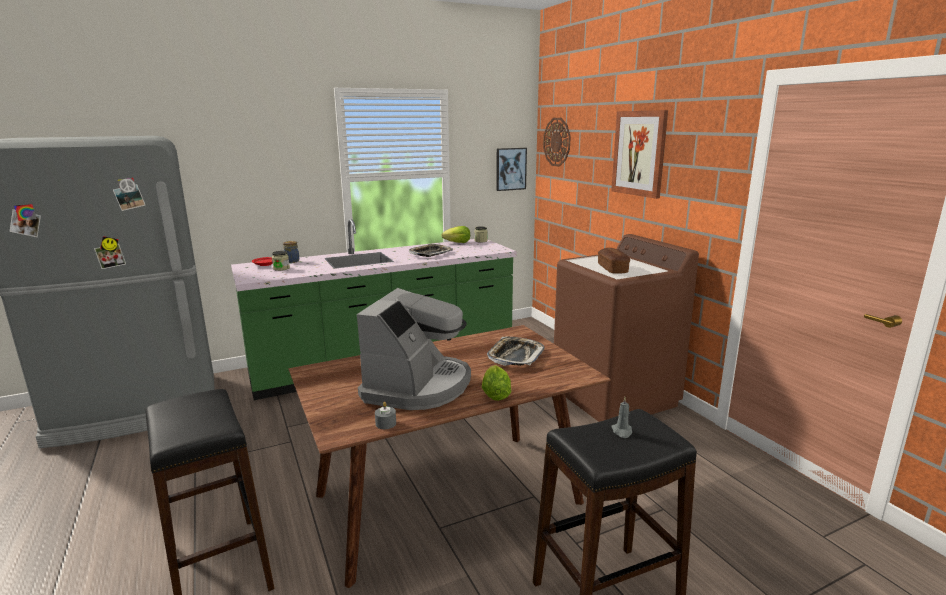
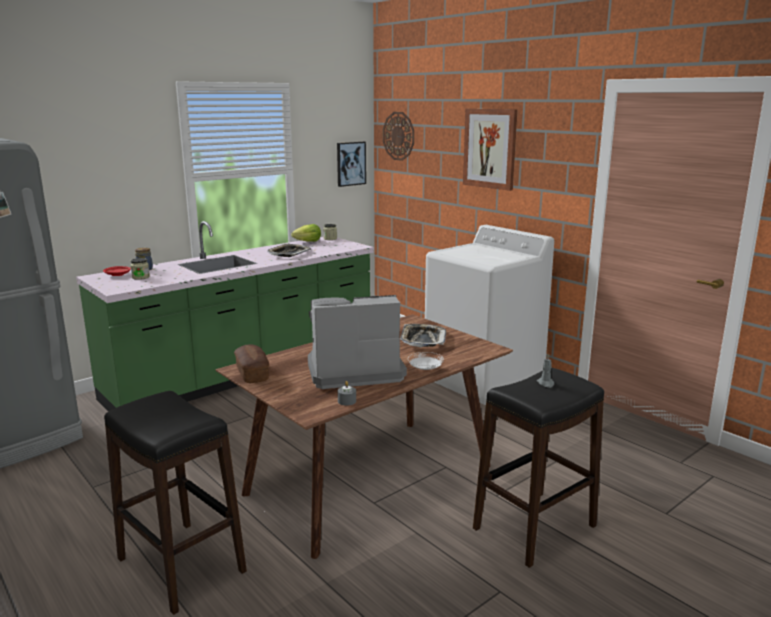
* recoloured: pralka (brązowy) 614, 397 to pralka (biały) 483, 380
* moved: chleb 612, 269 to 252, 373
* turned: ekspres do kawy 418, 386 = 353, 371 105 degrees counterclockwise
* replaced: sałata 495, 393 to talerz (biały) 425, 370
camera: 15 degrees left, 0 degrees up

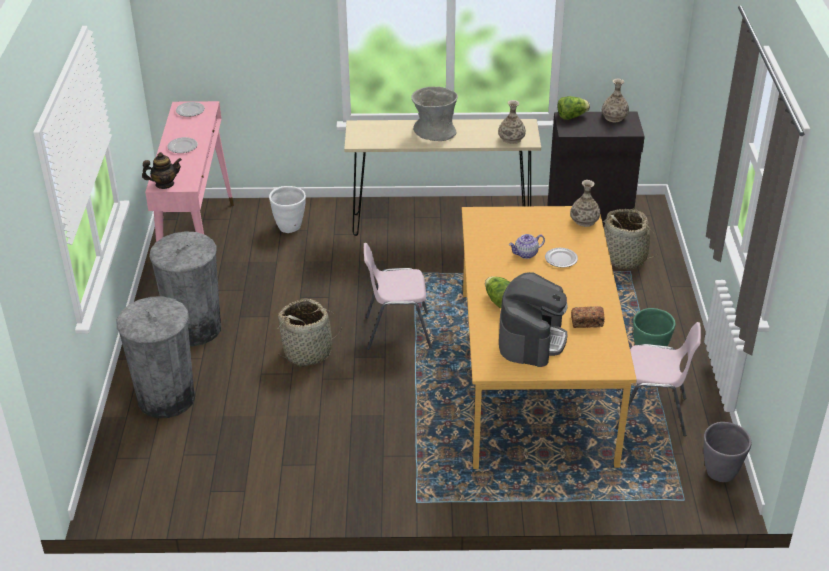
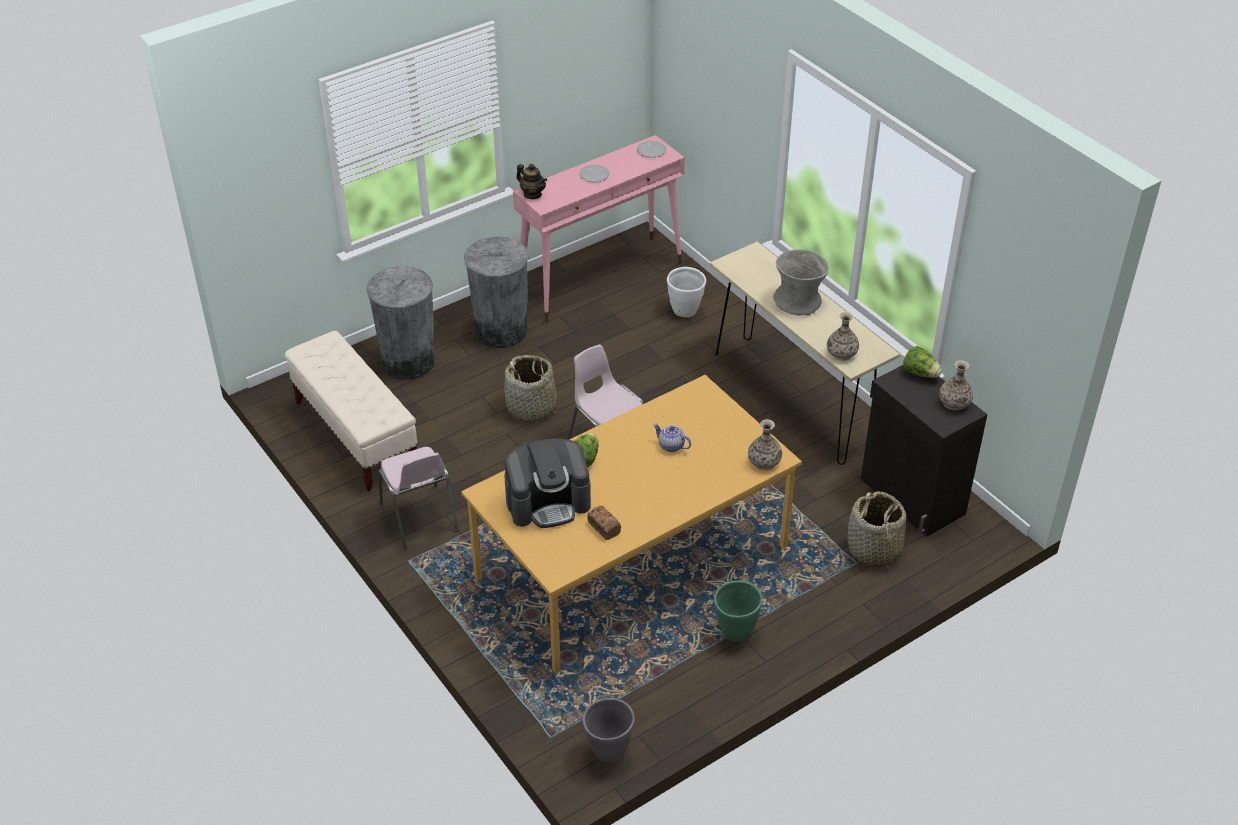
* removed: talerz 561, 259
* moved: krzesło (różowy) 652, 413 to 419, 518
* added: ławka (beżowy) 356, 435
camera: 55 degrees right, 5 degrees up

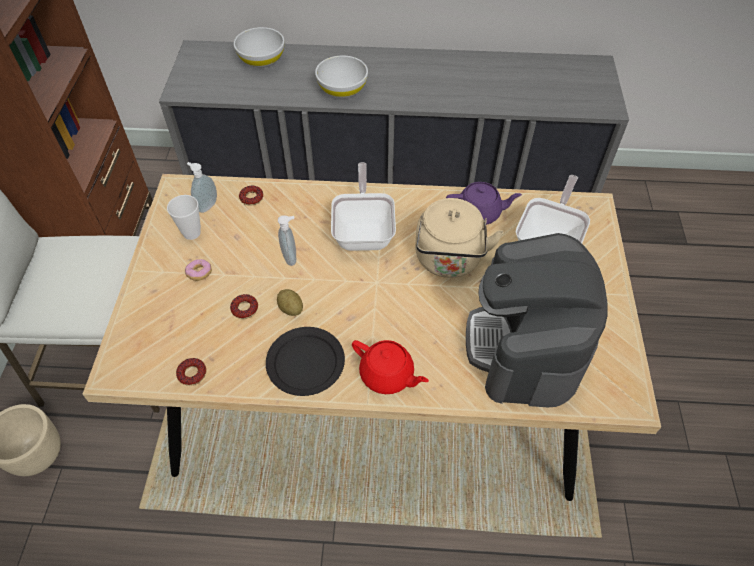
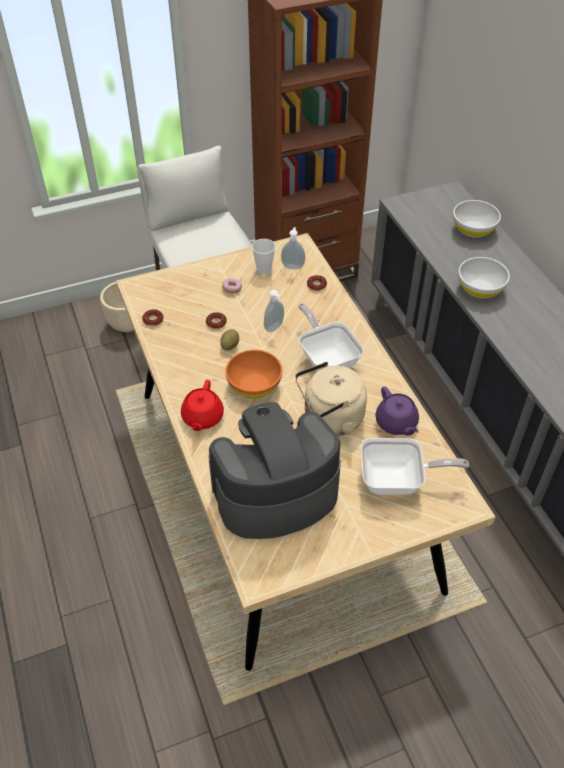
* turned: patelnia 364, 231 = 327, 358 90 degrees counterclockwise
* removed: talerz (czarny) 306, 362
* added: miska (pomarańczowy) 254, 386
camera: 65 degrees right, 5 degrees down

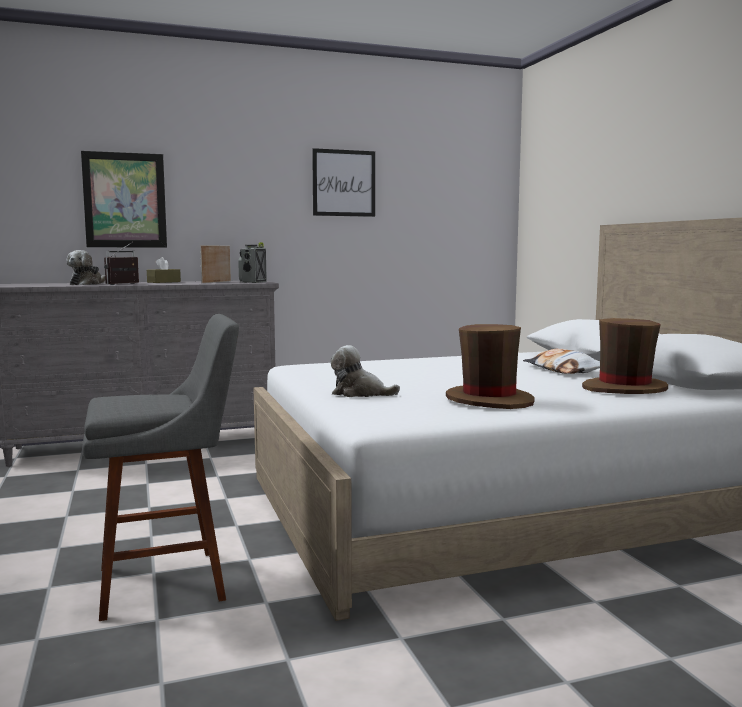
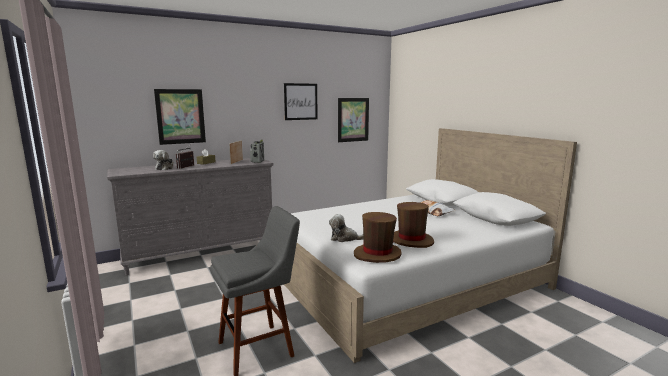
* moved: kapelusz (brązowy) 624, 389 to 377, 254
* added: obraz 353, 119
camera: 10 degrees left, 5 degrees up

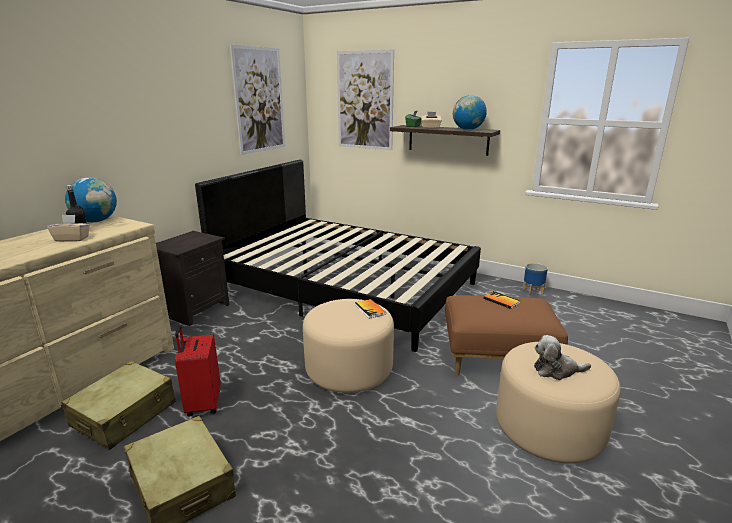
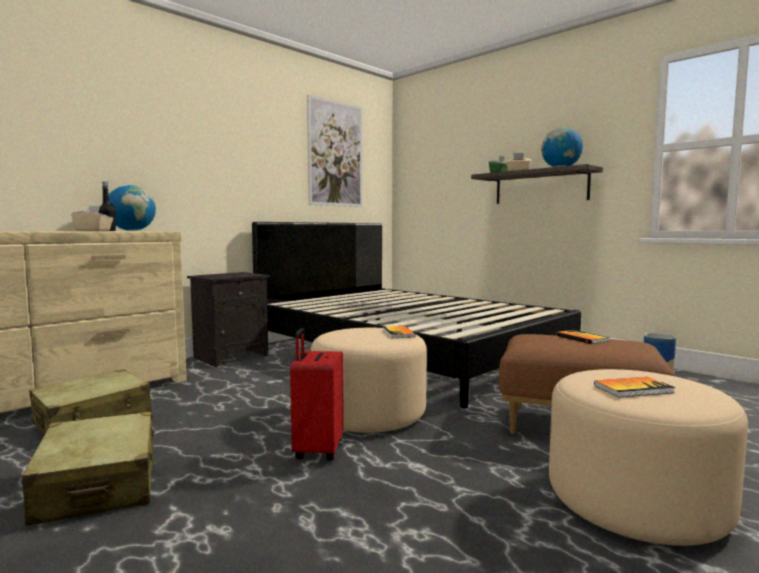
* removed: obraz 365, 101
* moved: walizka (czerwony) 202, 404 to 317, 450
* replaced: pluszak 556, 370 to książka 633, 389
camera: 15 degrees right, 15 degrees down

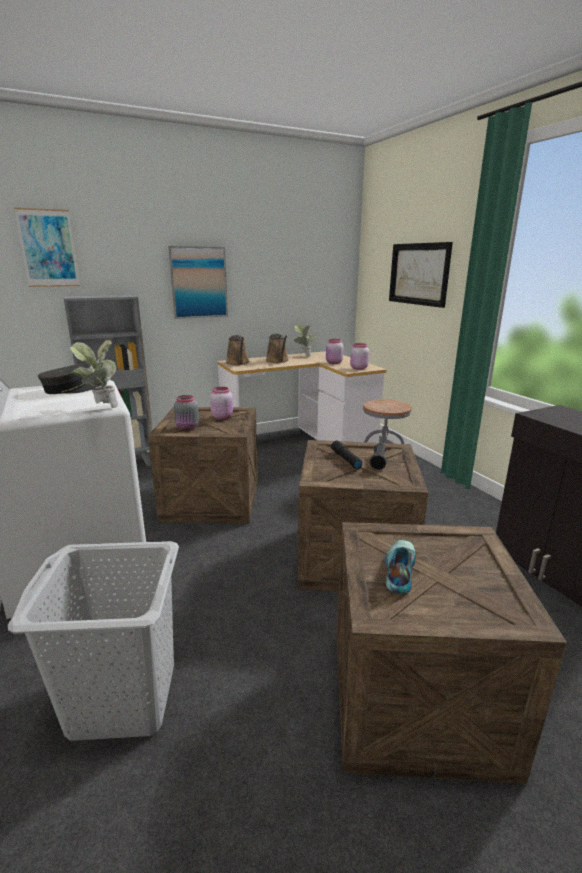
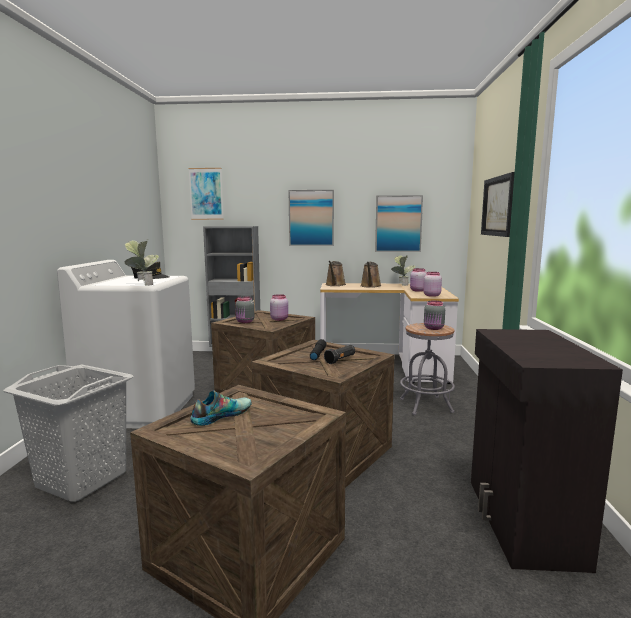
* added: obraz 398, 224
* added: słoik (szary) 434, 328
camera: 30 degrees right, 10 degrees down

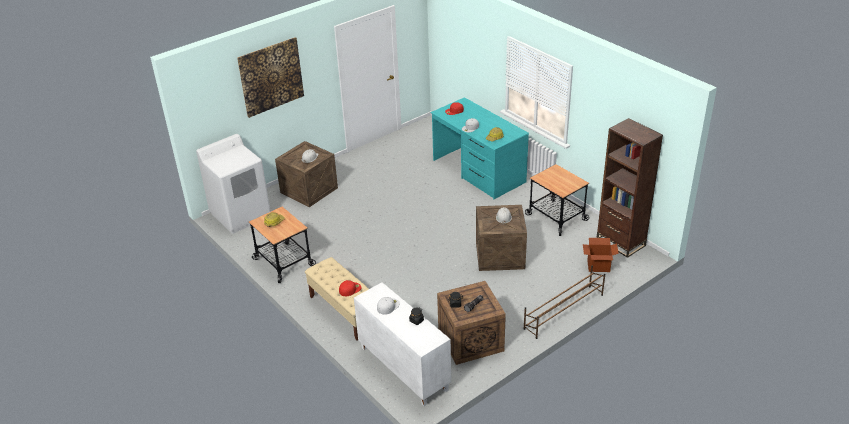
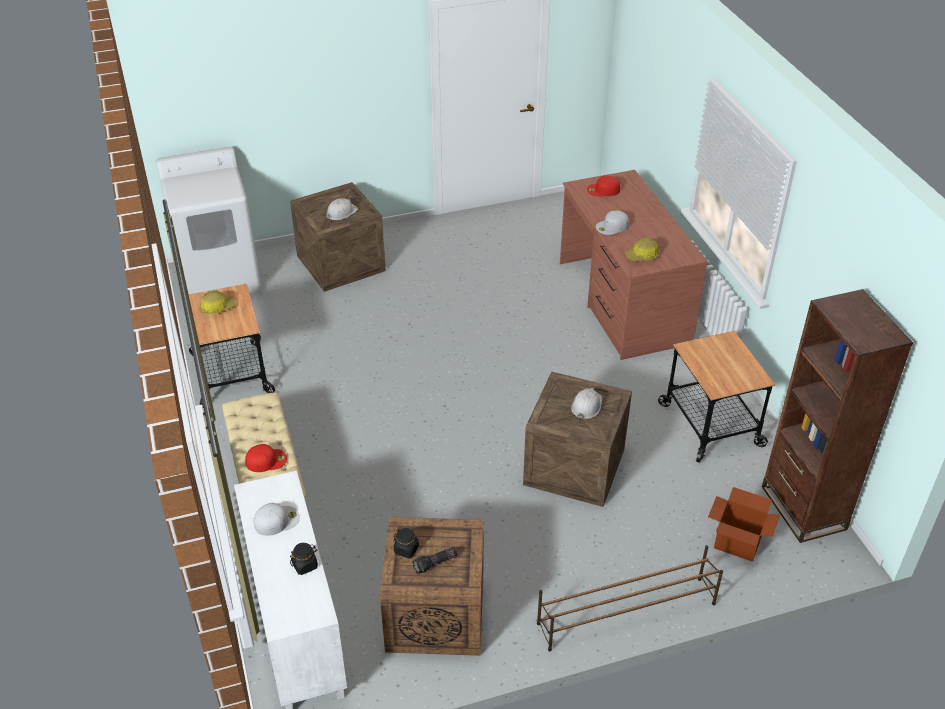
* removed: obraz 271, 77
* recoloured: biurko (turkusowy) 478, 171 to biurko (brązowy) 622, 302
camera: 20 degrees right, 5 degrees up

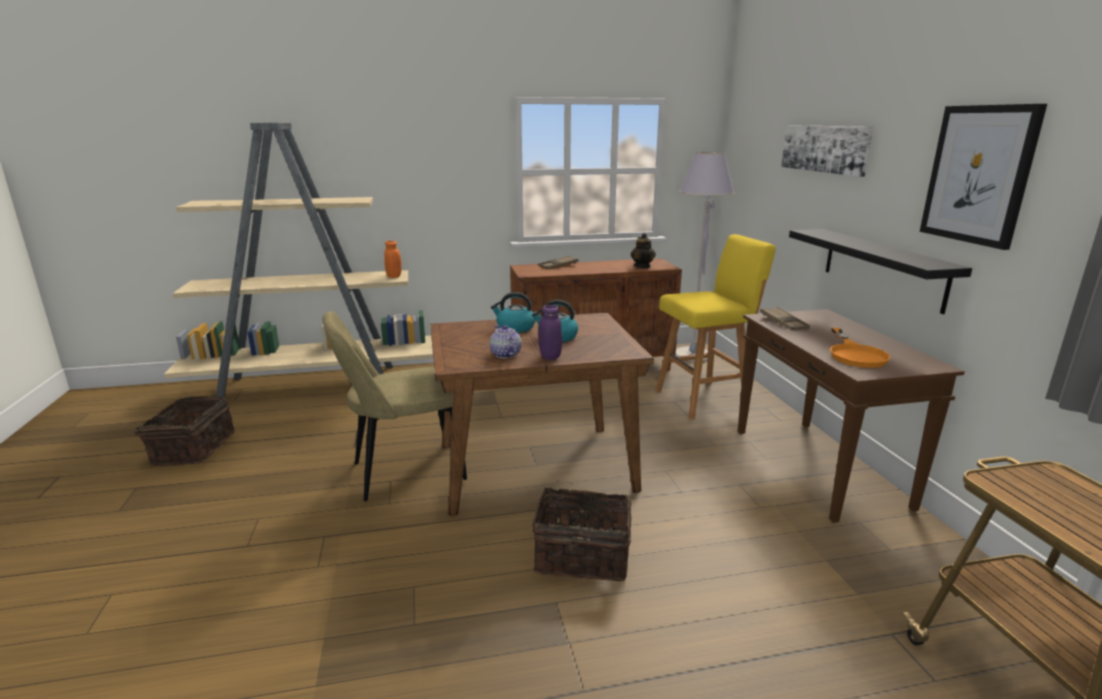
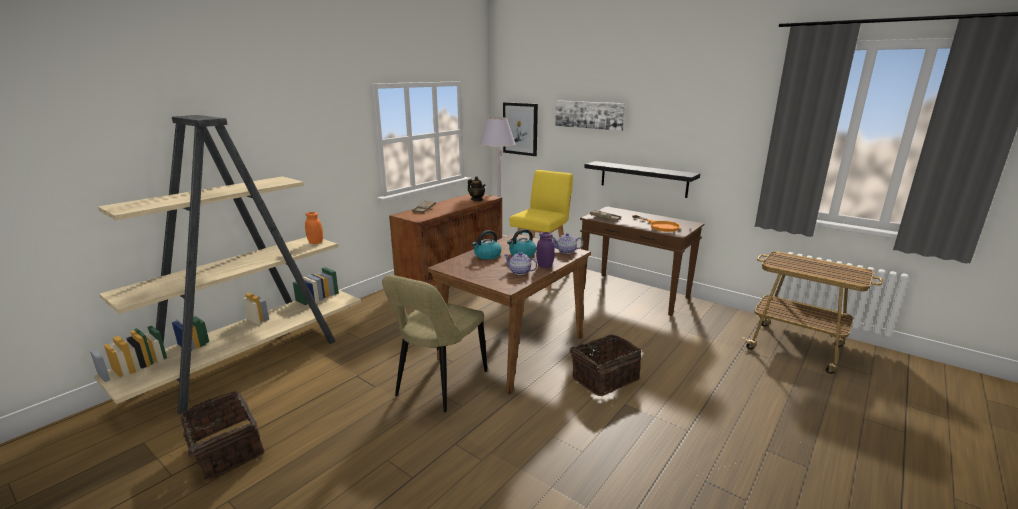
* moved: obraz 978, 174 to 520, 129
* added: imbryk 566, 251
camera: 40 degrees left, 0 degrees up

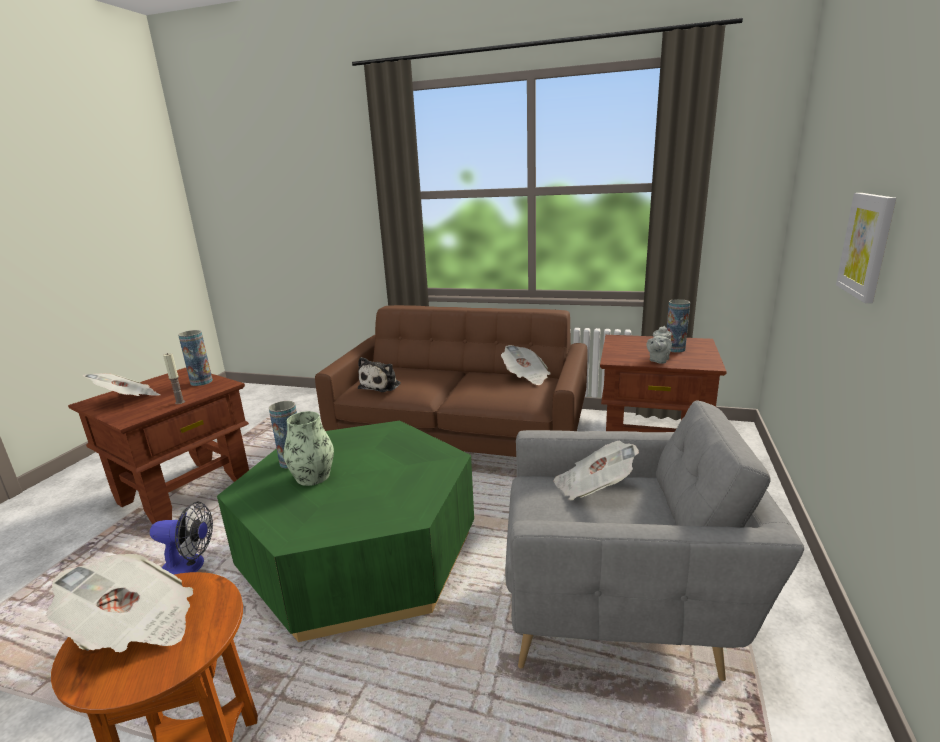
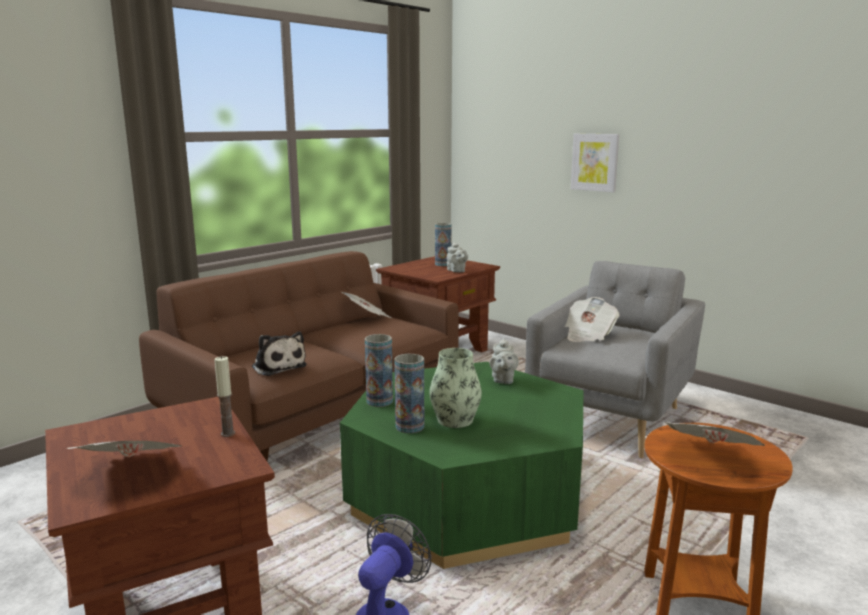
* moved: wazon 201, 382 to 379, 401
* added: imbryk (szary) 502, 380
camera: 65 degrees left, 5 degrees down

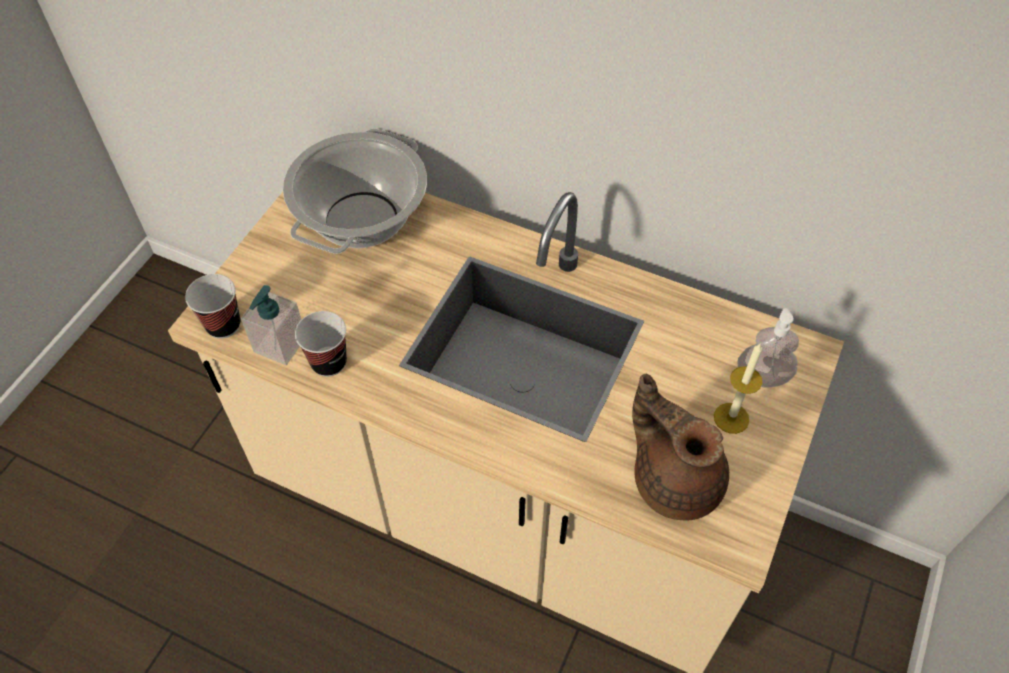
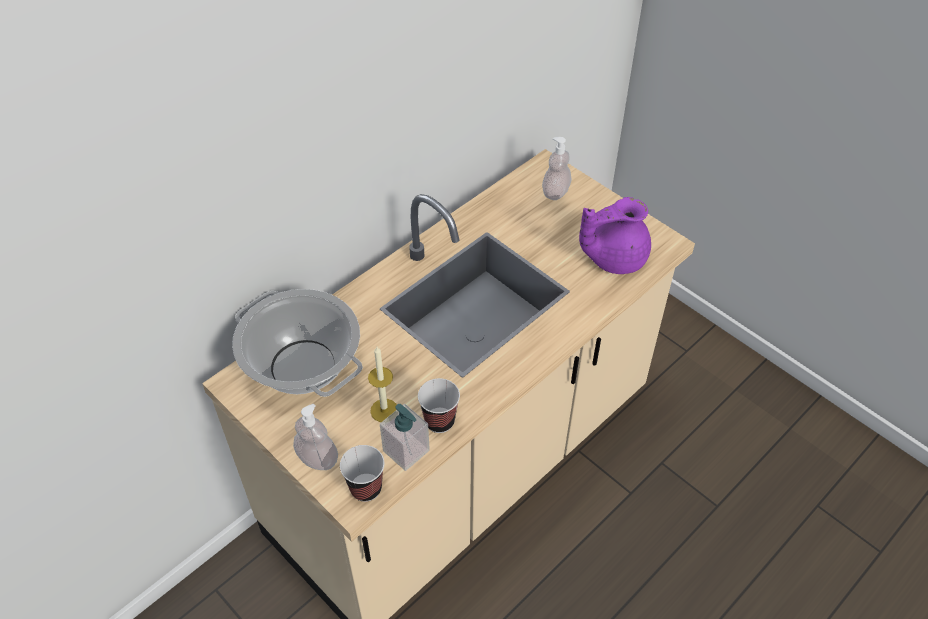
* moved: świeca 731, 418 to 384, 410
* recoloured: imbryk (brązowy) 674, 479 to imbryk (fioletowy) 613, 257
* added: dozownik mydła 317, 459
camera: 70 degrees left, 5 degrees down

